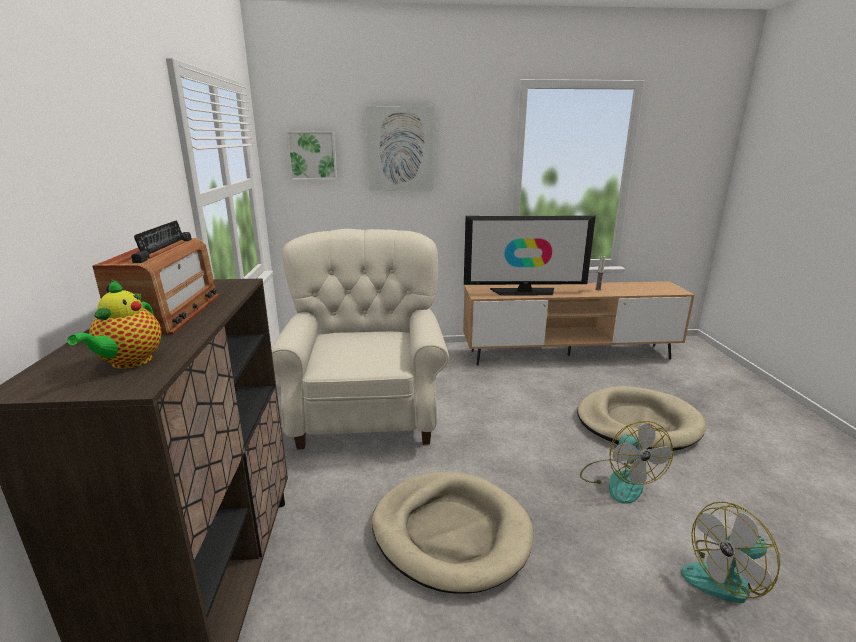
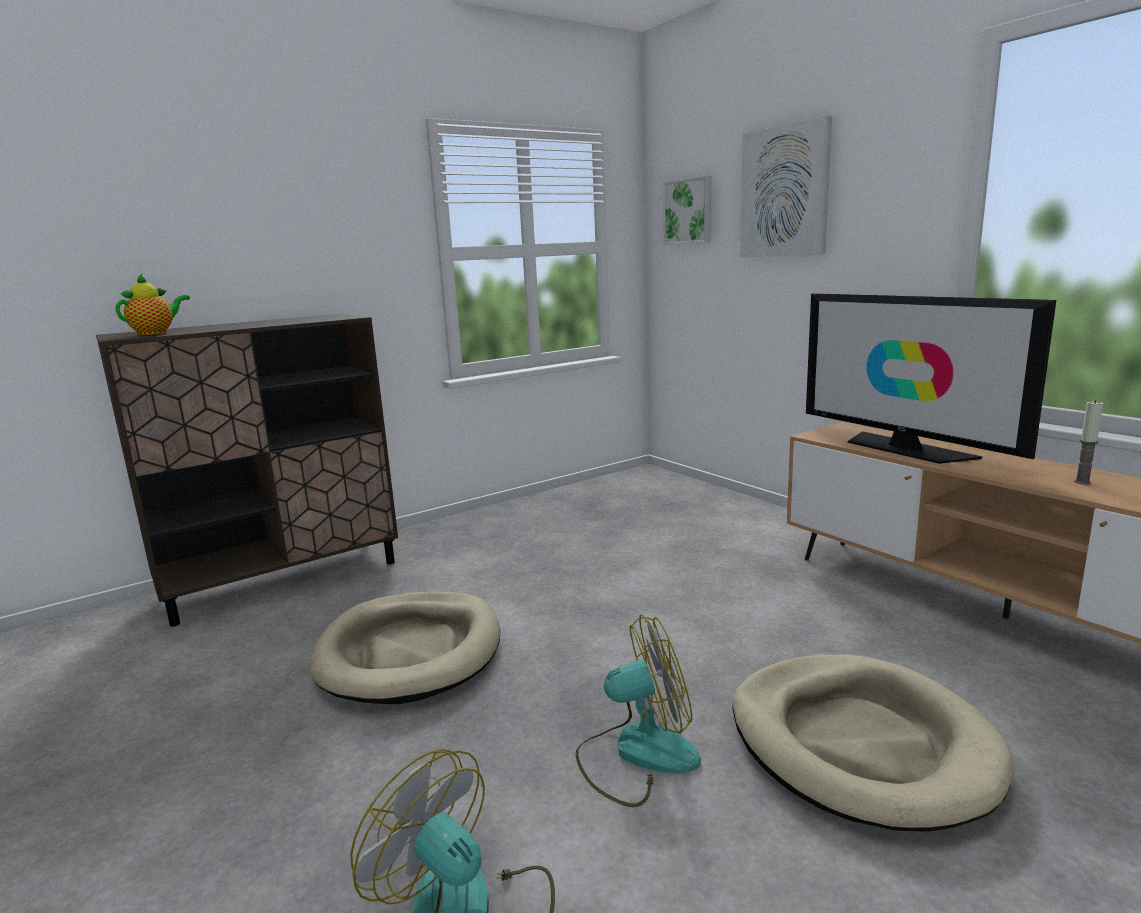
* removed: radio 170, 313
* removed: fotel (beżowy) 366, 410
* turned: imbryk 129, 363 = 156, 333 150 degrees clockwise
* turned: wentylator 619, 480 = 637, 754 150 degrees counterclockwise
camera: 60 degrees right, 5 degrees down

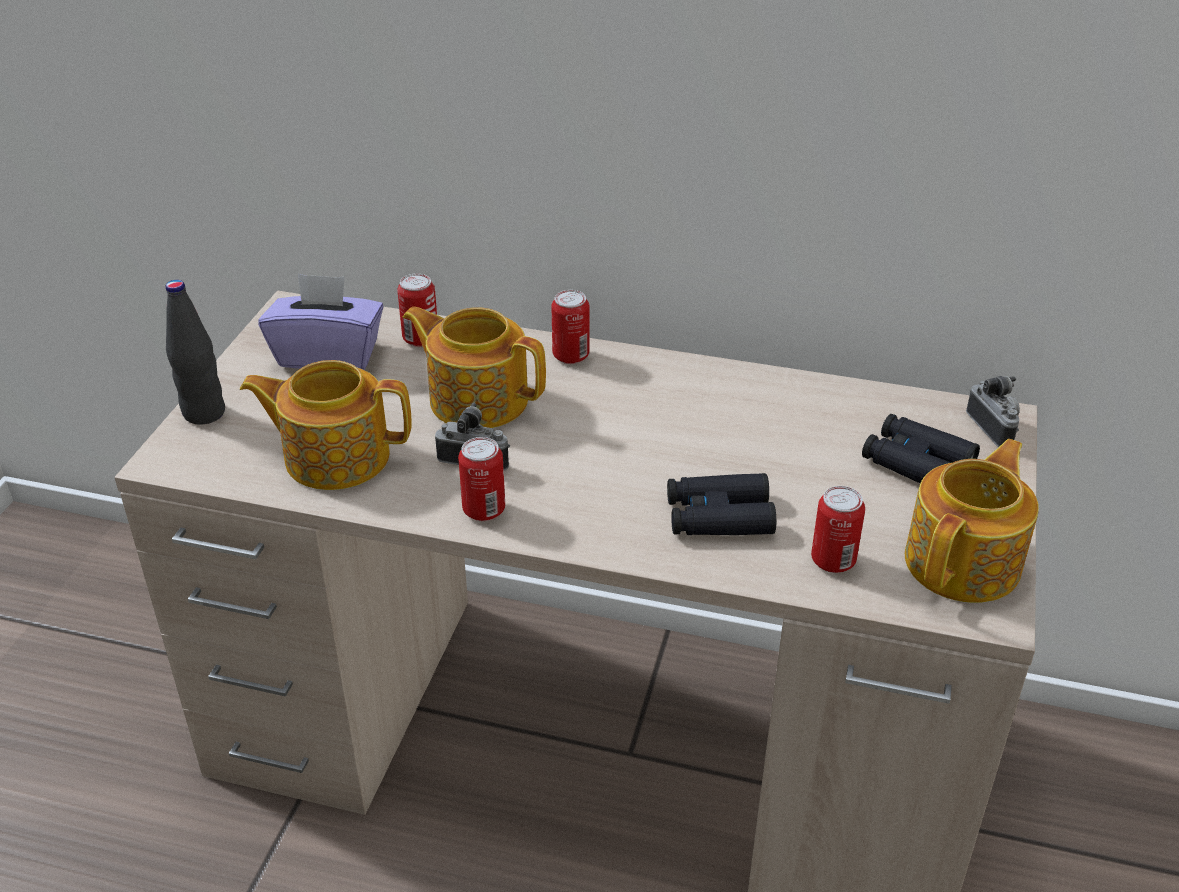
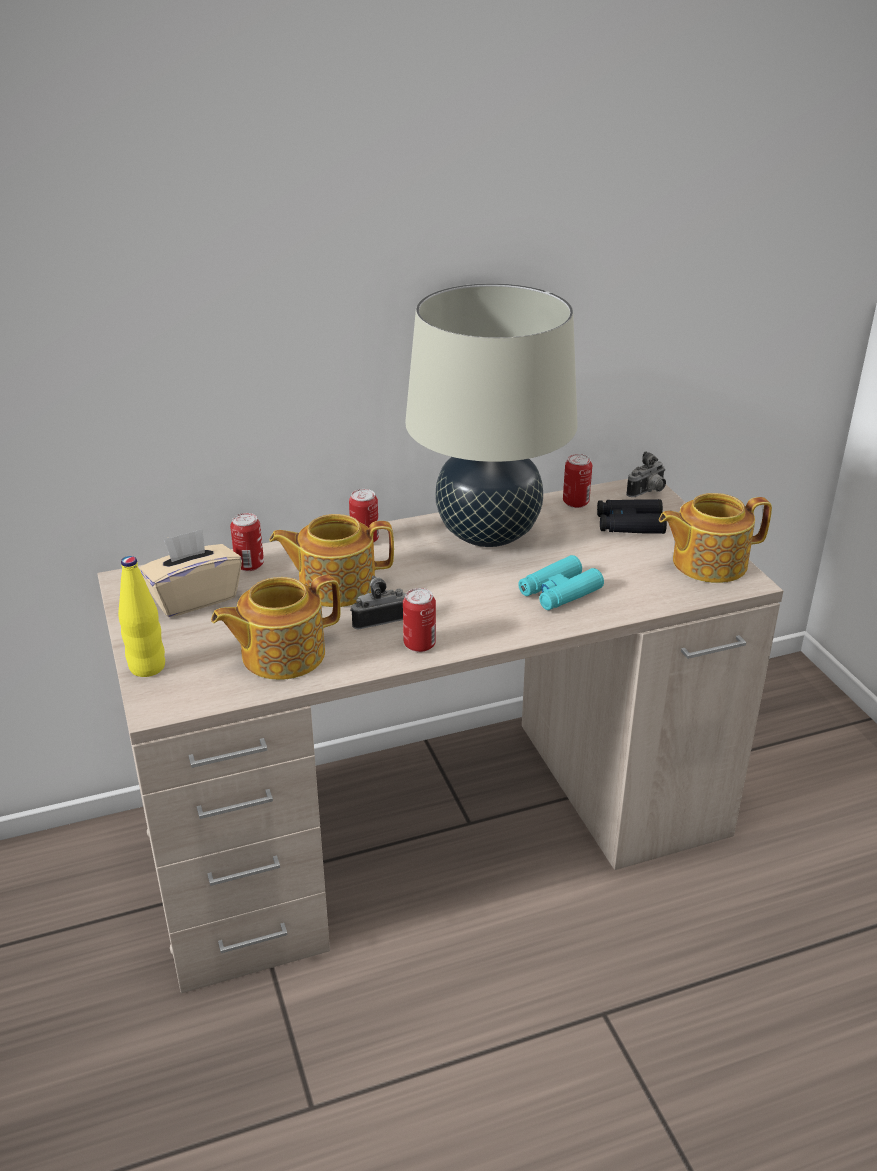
* recoloured: pudełko chusteczek (fioletowy) 328, 354 to pudełko chusteczek (beżowy) 194, 598
* recoloured: butelka (czarny) 204, 413 to butelka (żółty) 147, 667
* turned: aparat fotograficzny 995, 428 = 648, 492 105 degrees clockwise
* turned: imbryk 965, 562 = 707, 563 105 degrees counterclockwise
* recoloured: lornetka (czarny) 719, 516 to lornetka (turkusowy) 559, 592
* moved: puszka 833, 560 to 575, 502
* added: lampa stołowa (beżowy) 488, 534
camera: 35 degrees left, 5 degrees down

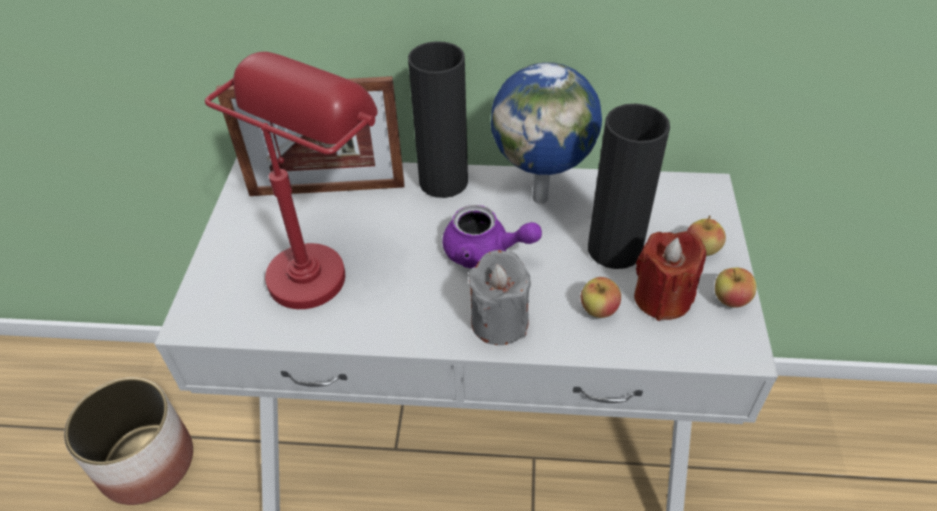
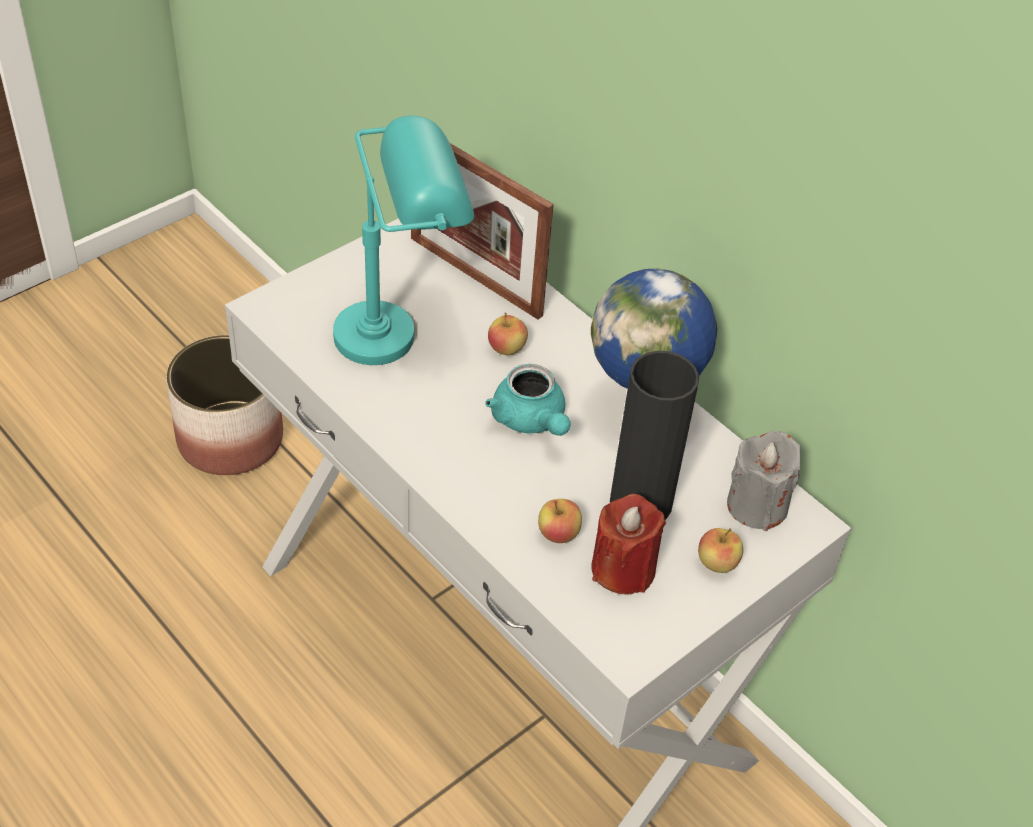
* removed: wazon (czarny) 443, 181
* recoloured: lampa stołowa (czerwony) 322, 260 to lampa stołowa (turkusowy) 401, 330
* recoloured: imbryk (fioletowy) 485, 252 to imbryk (turkusowy) 531, 421
* moved: świeca (szary) 499, 322 to 757, 505
* moved: jabłko 730, 300 to 506, 349
camera: 40 degrees right, 0 degrees up

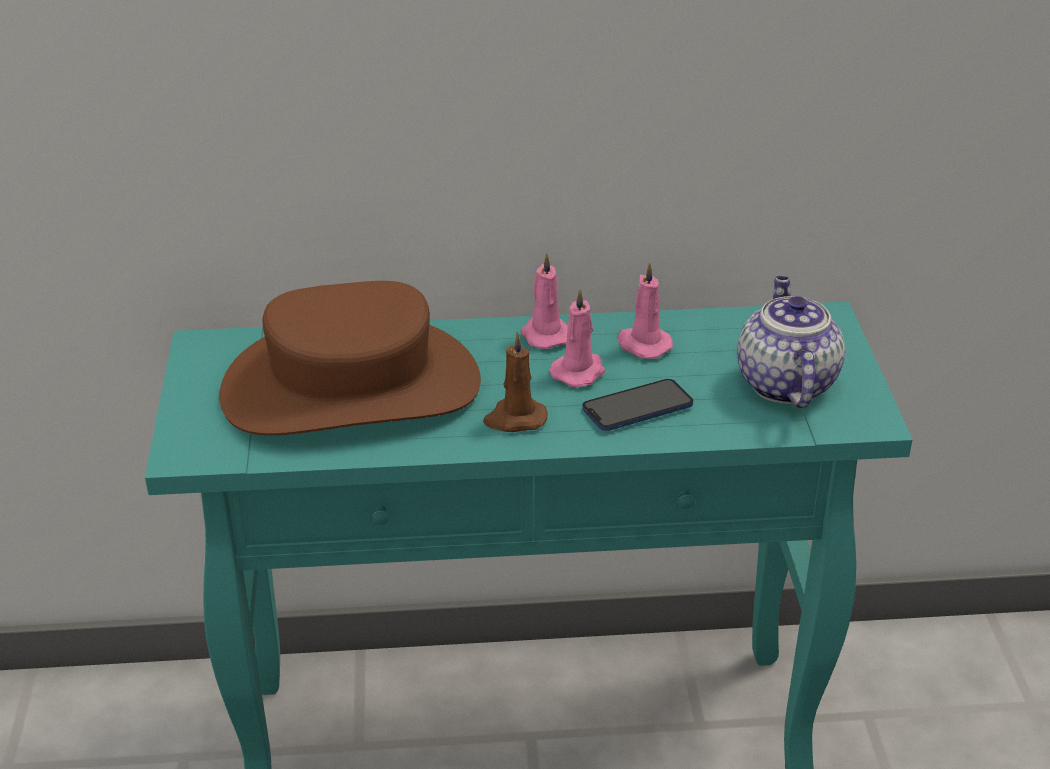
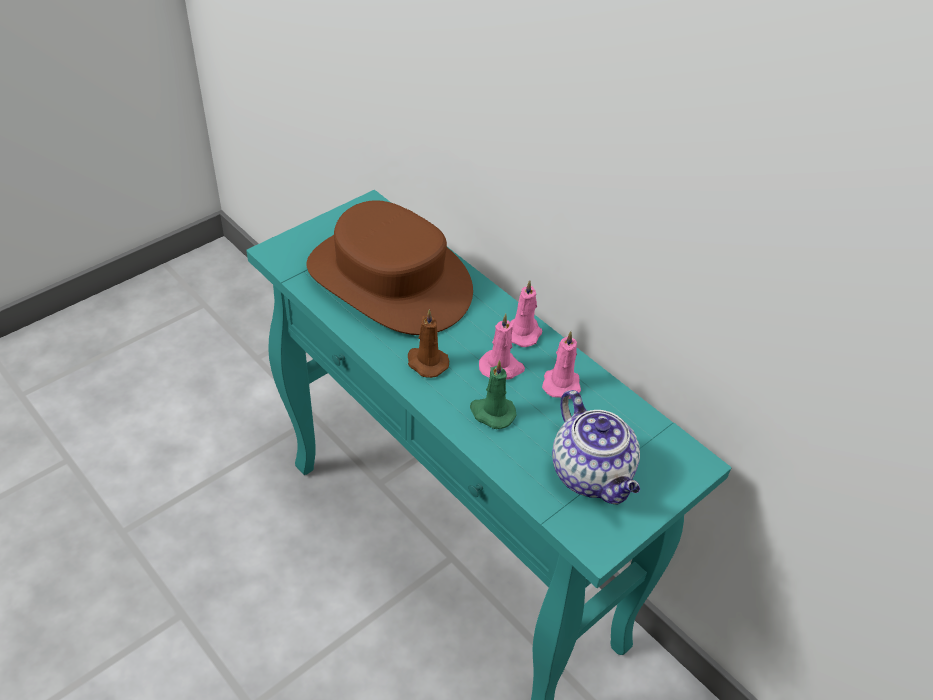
* turned: imbryk 784, 382 = 593, 475 105 degrees clockwise
* replaced: telefon 637, 407 to świeca (zielony) 491, 413
camera: 50 degrees right, 10 degrees up

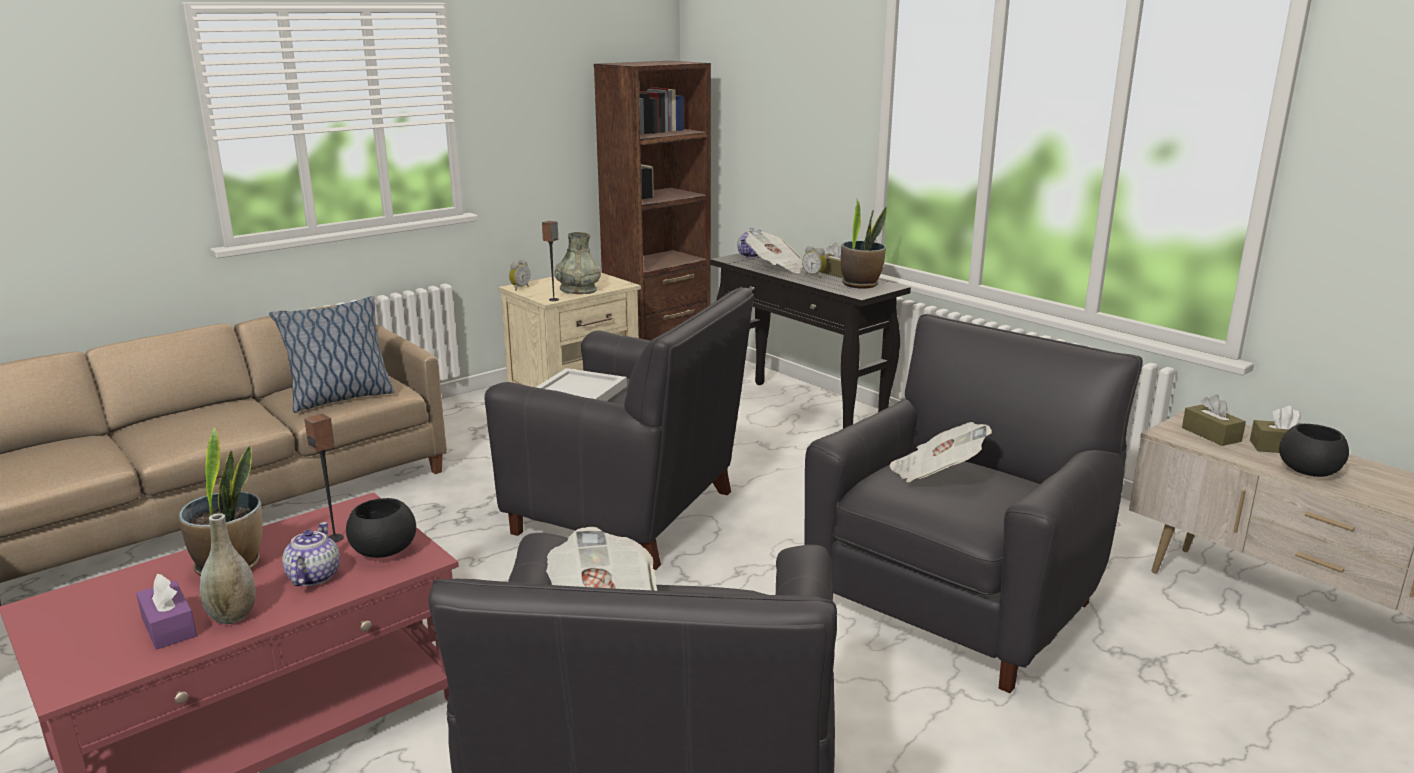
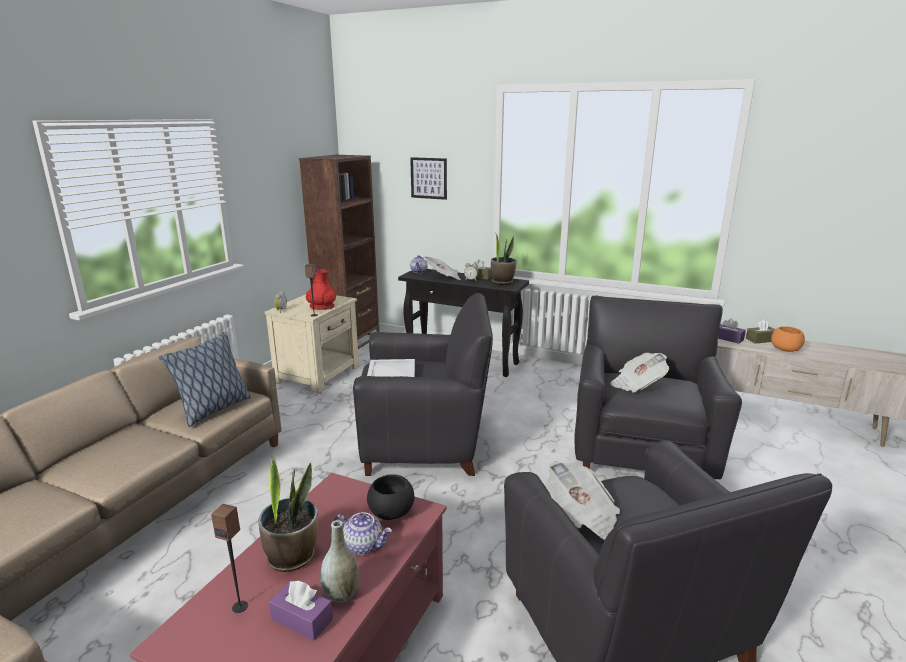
* recoloured: wazon (szary) 578, 290 to wazon (czerwony) 322, 306
* recoloured: pudełko chusteczek (brązowy) 1211, 434 to pudełko chusteczek (fioletowy) 728, 338
* moved: głośnik 335, 538 to 240, 606
* recoloured: miska (czarny) 1308, 472 to miska (pomarańczowy) 785, 350
* turned: imbryk 313, 576 = 364, 545 135 degrees clockwise
* added: obraz 428, 178
camera: 25 degrees left, 0 degrees up

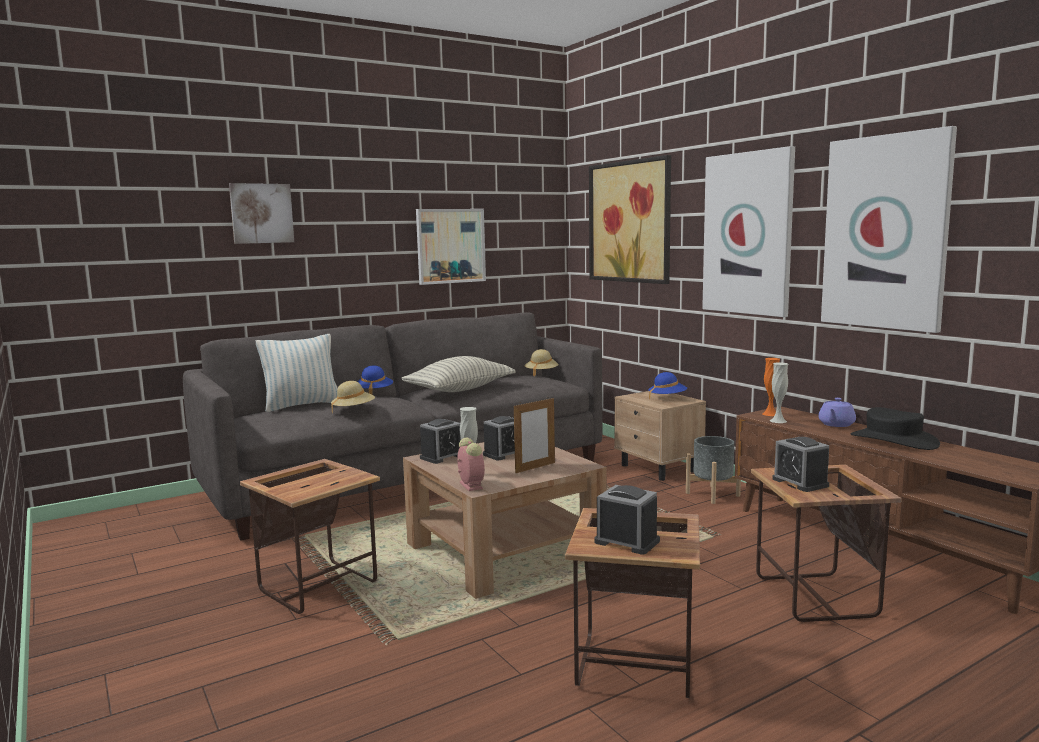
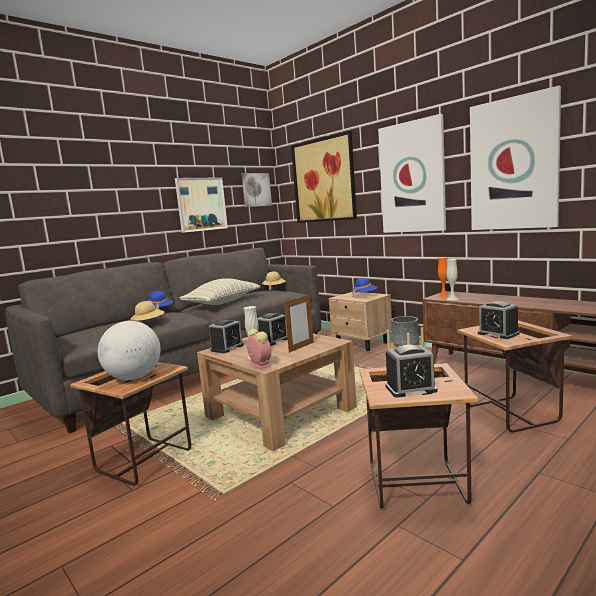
* moved: obraz 261, 213 to 256, 189
* removed: poduszka 302, 405
* removed: imbryk (fioletowy) 836, 424
* removed: kapelusz (czarny) 893, 440
* turned: budzik 627, 541 = 410, 389 150 degrees clockwise
* added: globus 134, 378
camera: 10 degrees left, 0 degrees up

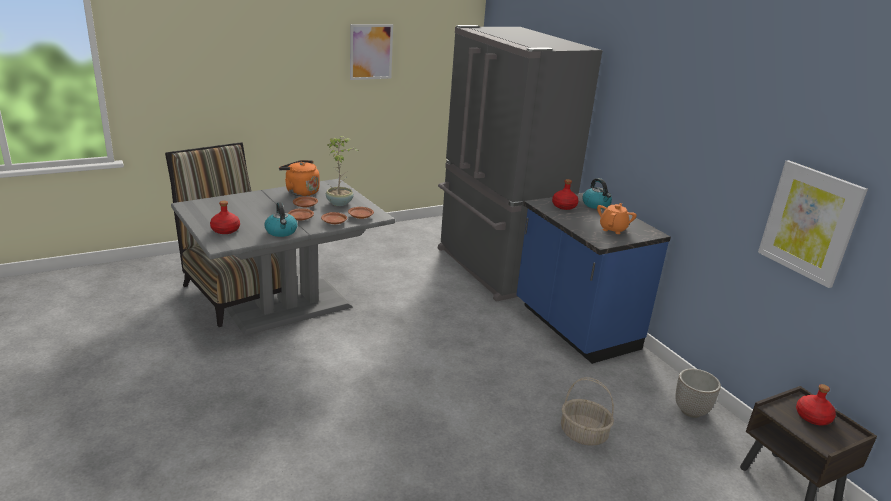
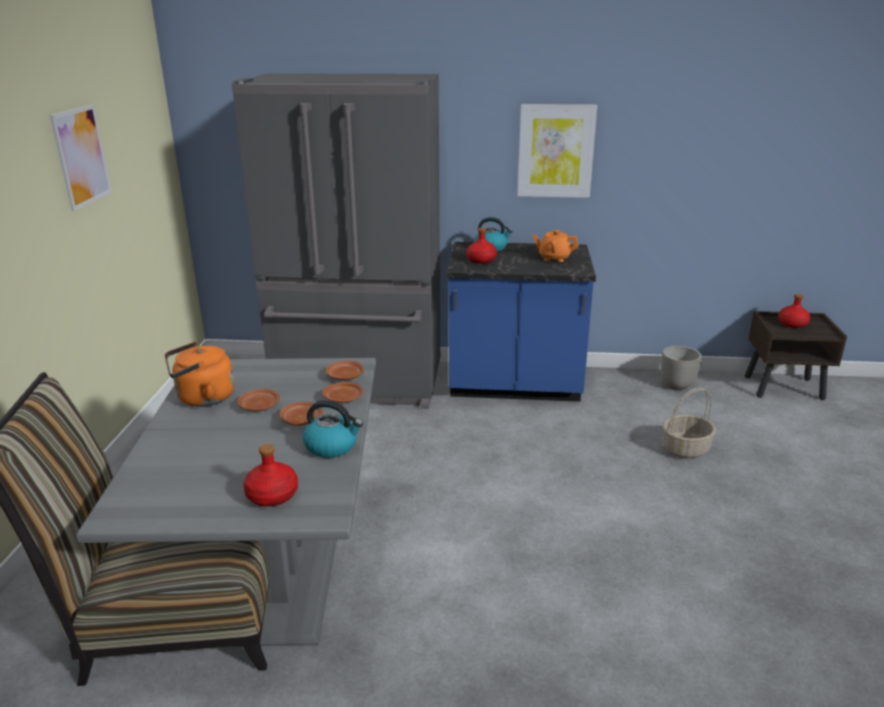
* removed: roślina doniczkowa 340, 203
* moved: obraz 810, 222 to 555, 151
* turned: imbryk (pomarańczowy) 613, 229 = 554, 258 45 degrees counterclockwise
camera: 55 degrees left, 0 degrees up

